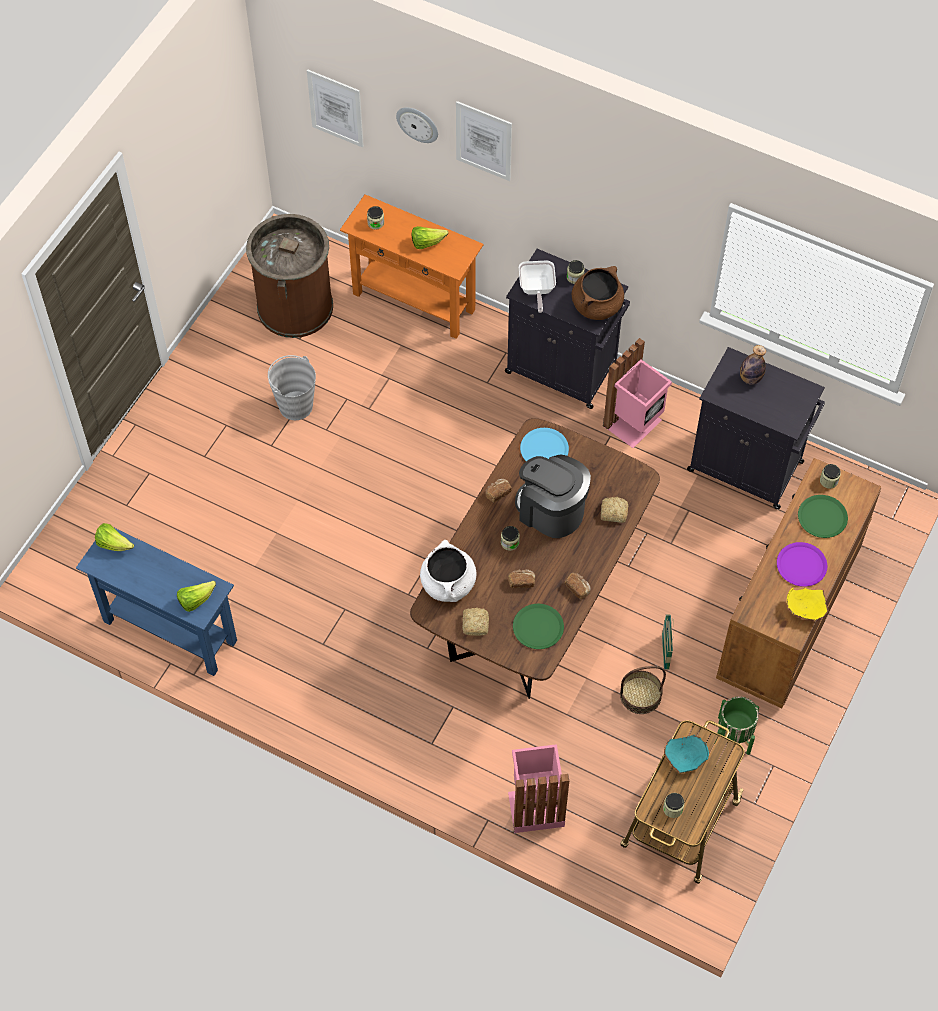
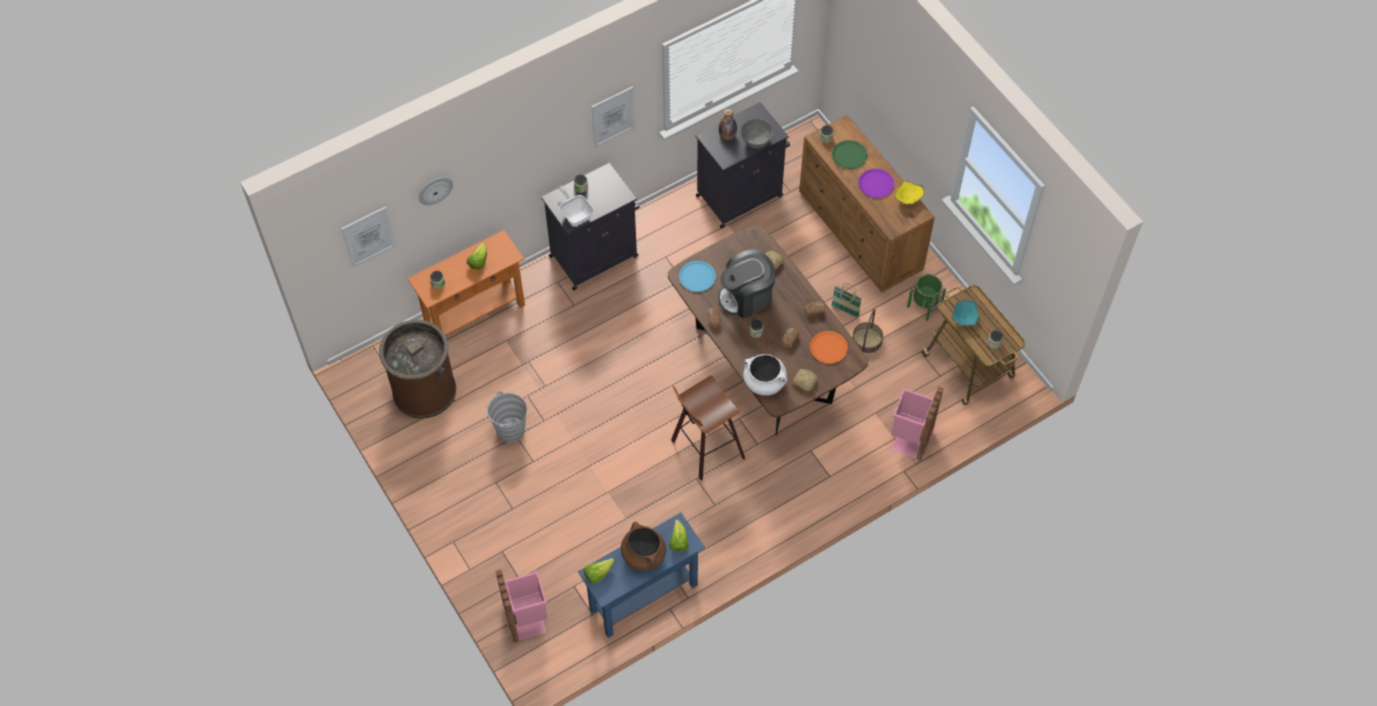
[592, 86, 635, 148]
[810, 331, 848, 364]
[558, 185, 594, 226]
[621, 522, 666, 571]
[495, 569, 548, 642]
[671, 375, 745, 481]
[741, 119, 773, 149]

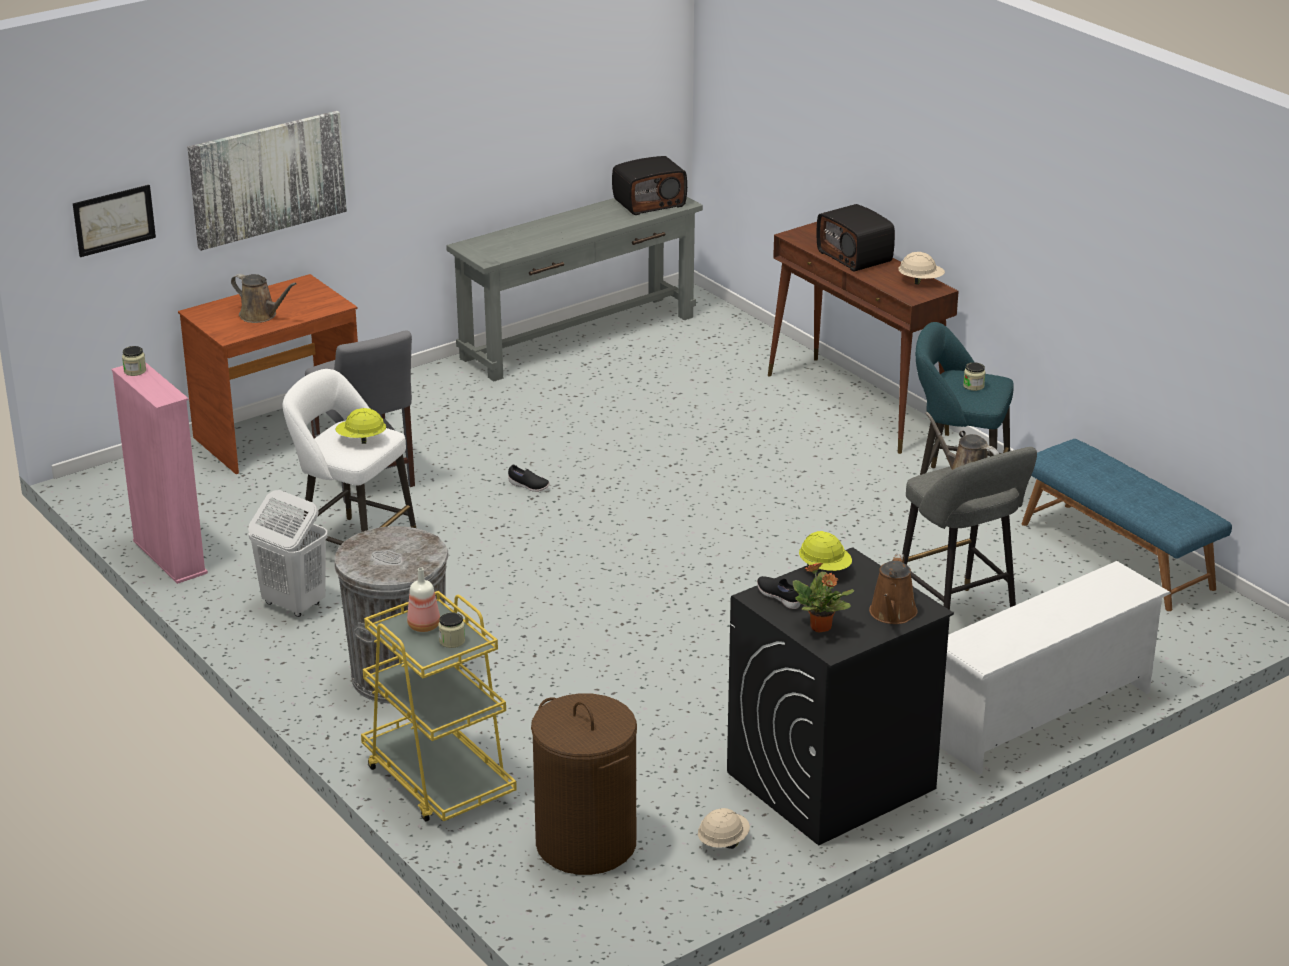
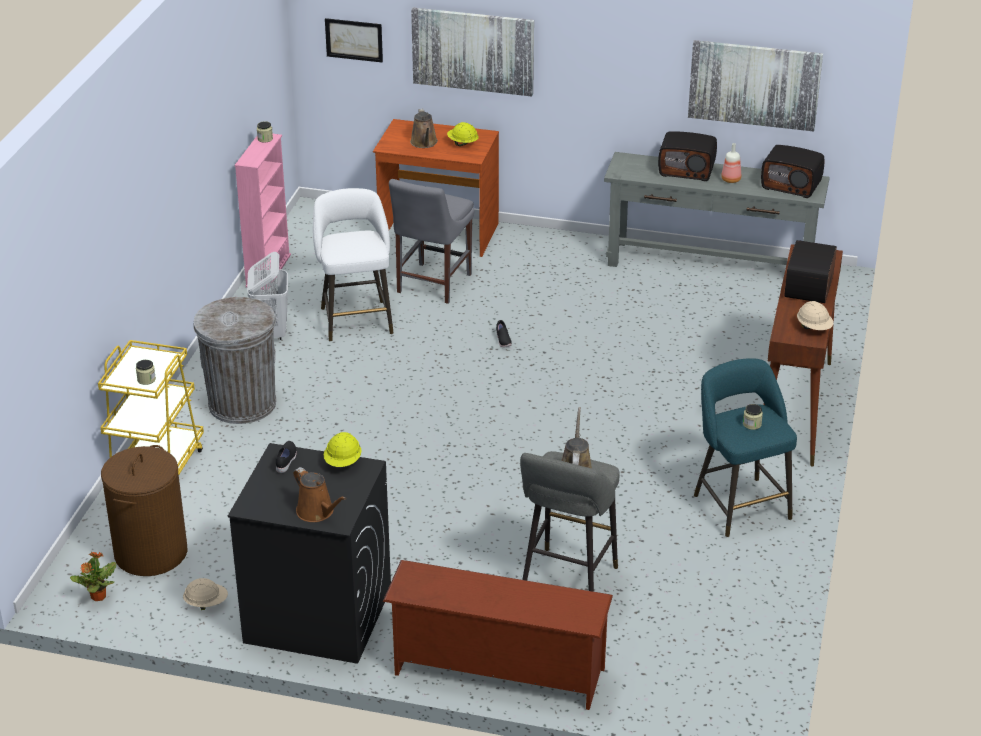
[447, 122, 479, 146]
[721, 143, 741, 183]
[70, 552, 116, 601]
[293, 467, 346, 522]
[383, 560, 613, 710]
[1022, 439, 1232, 611] (first image)
[658, 131, 717, 181]
[688, 40, 823, 132]

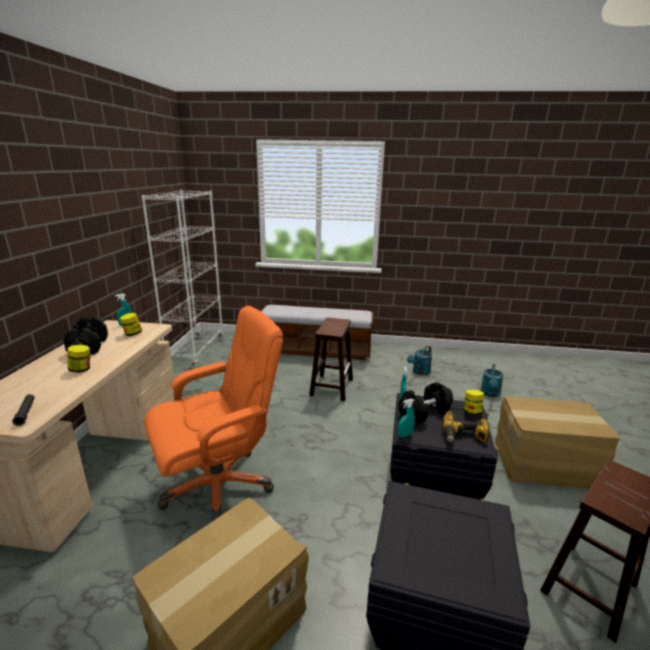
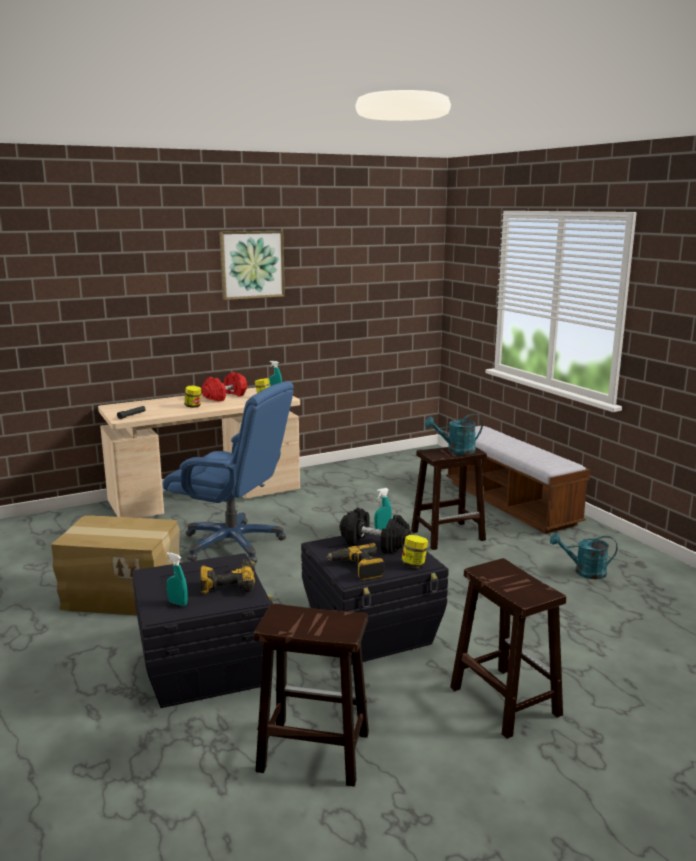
[202, 372, 247, 401]
[141, 190, 224, 368] (first image)
[163, 381, 294, 563]
[167, 552, 188, 606]
[425, 414, 483, 455]
[450, 558, 566, 739]
[200, 559, 255, 594]
[219, 231, 285, 300]

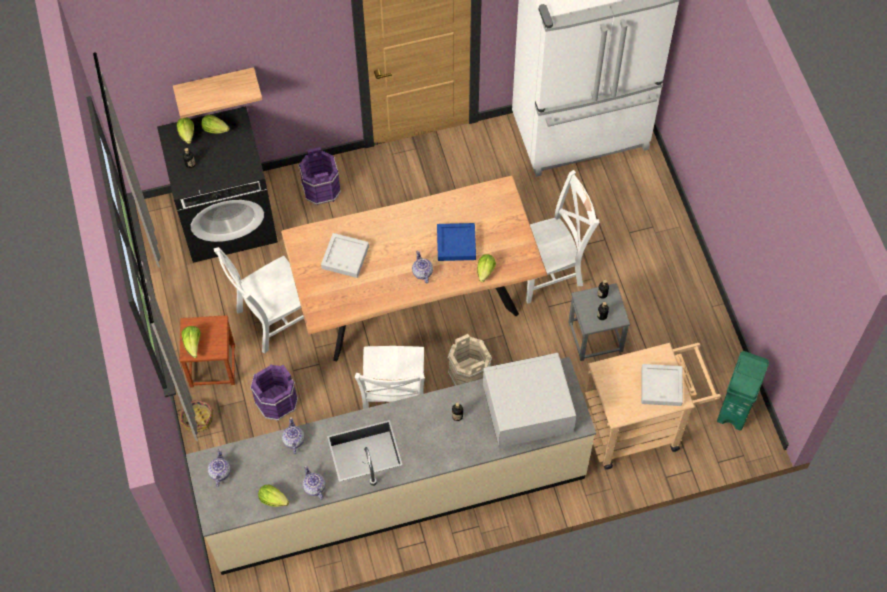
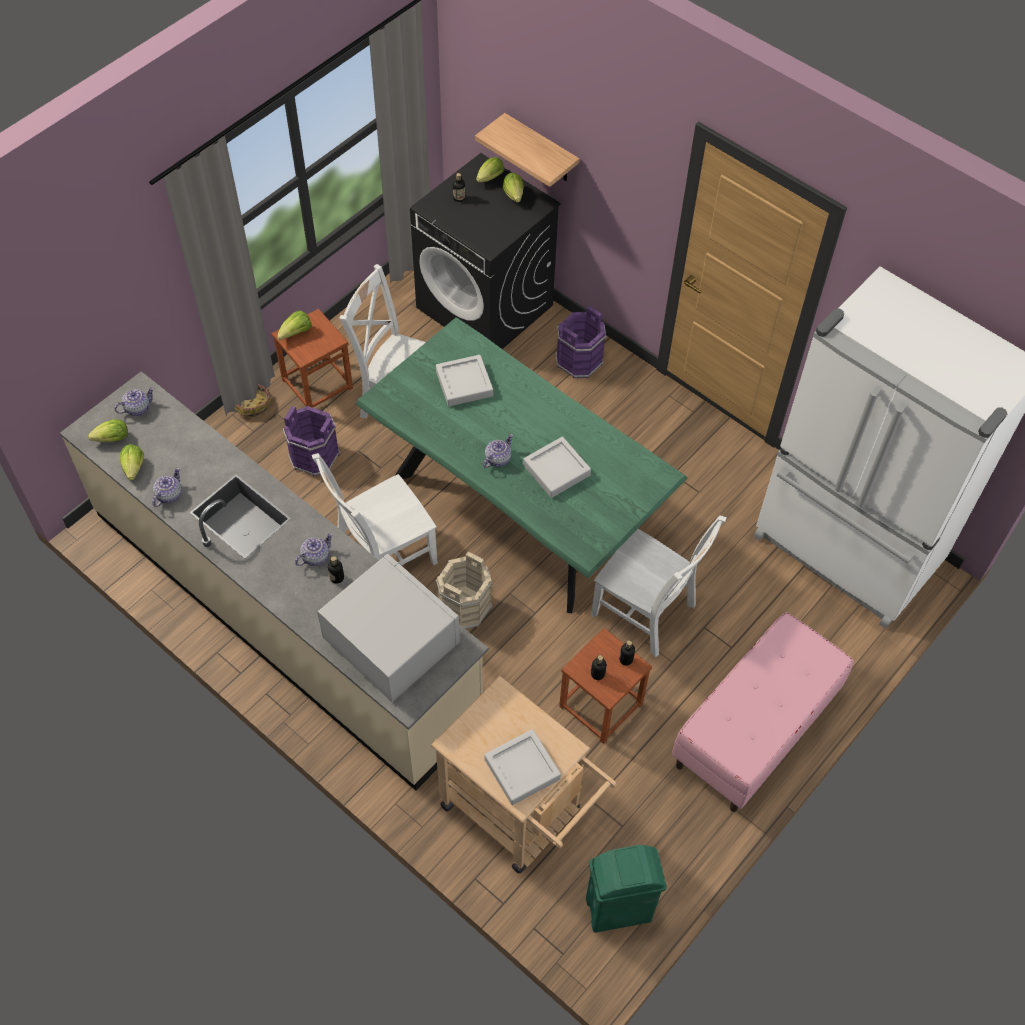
[355, 317, 687, 613]
[295, 533, 333, 566]
[523, 437, 591, 498]
[88, 419, 128, 442]
[559, 628, 652, 744]
[672, 612, 854, 812]

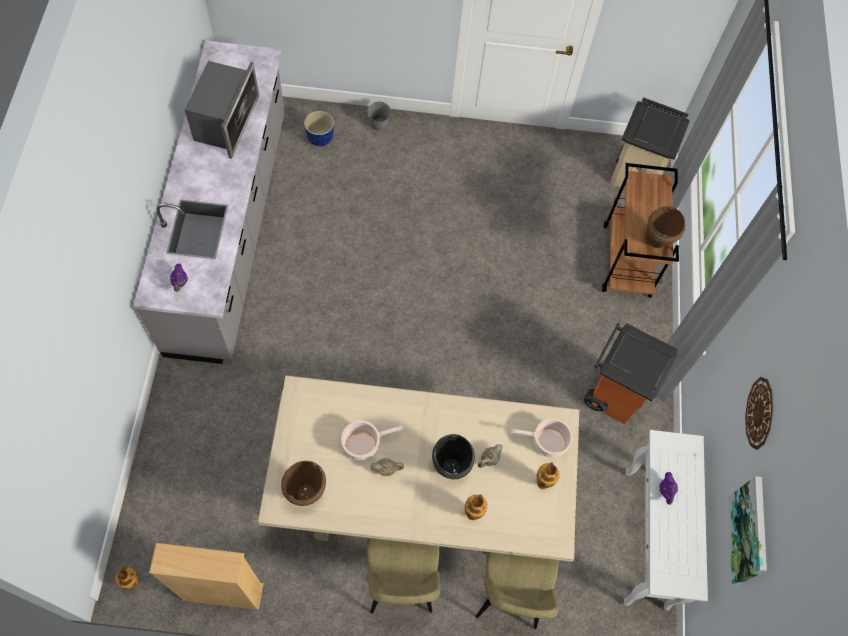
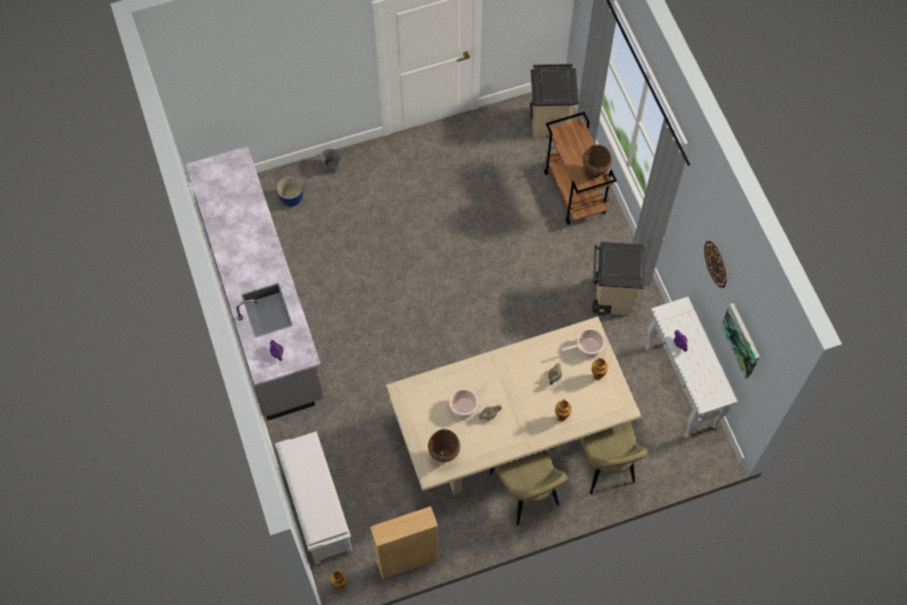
[185, 61, 259, 159] (first image)
[432, 434, 475, 479] (first image)
[592, 242, 646, 315]
[275, 431, 353, 565]

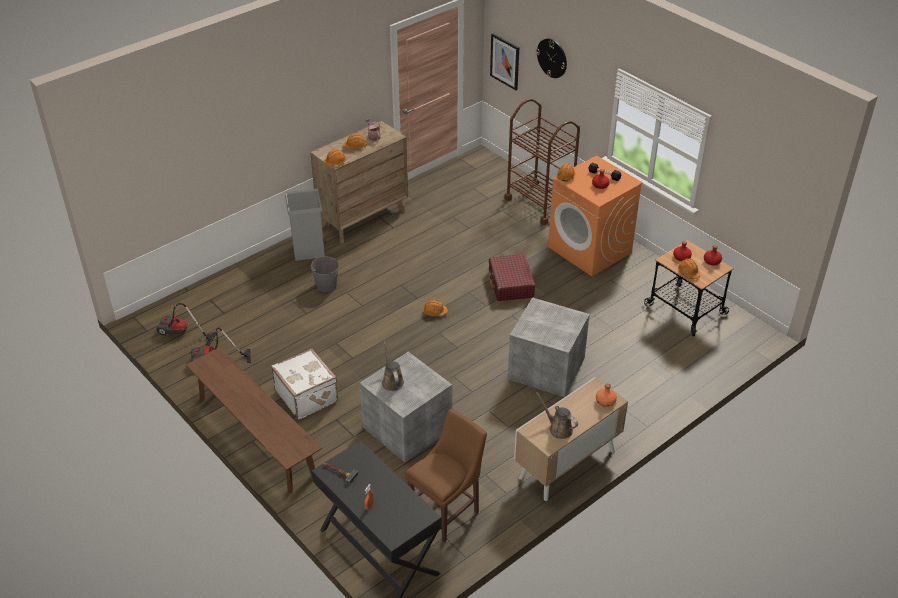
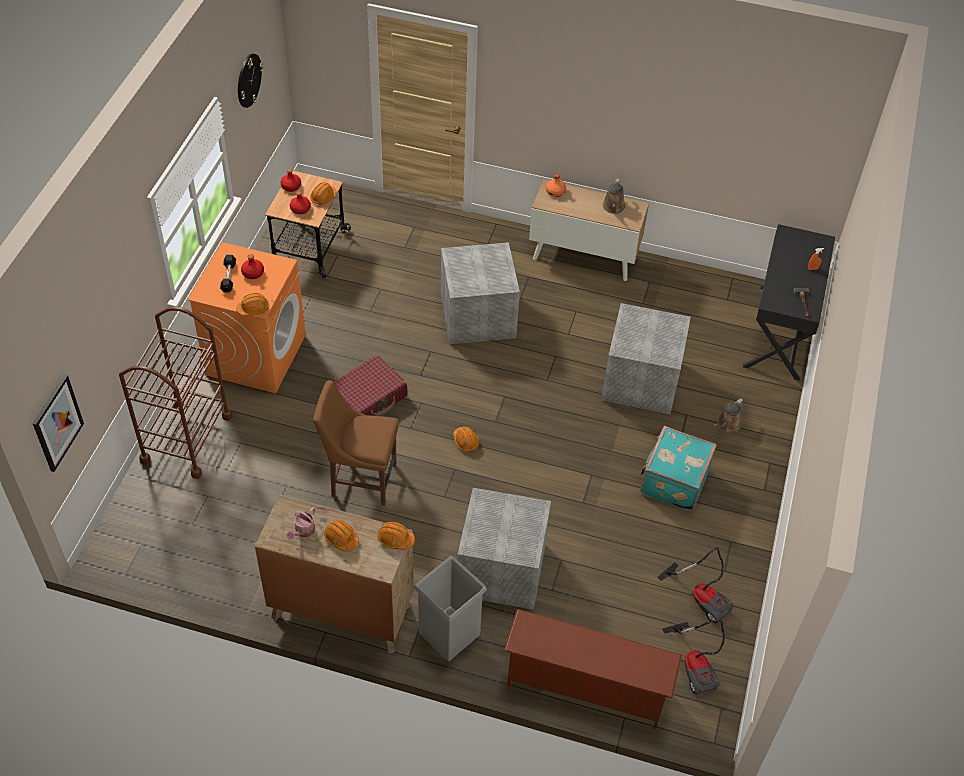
[186, 347, 322, 493] (first image)
[640, 426, 717, 512]
[457, 488, 551, 610]
[714, 398, 744, 433]
[313, 380, 399, 506]
[238, 53, 263, 108]
[504, 609, 682, 729]

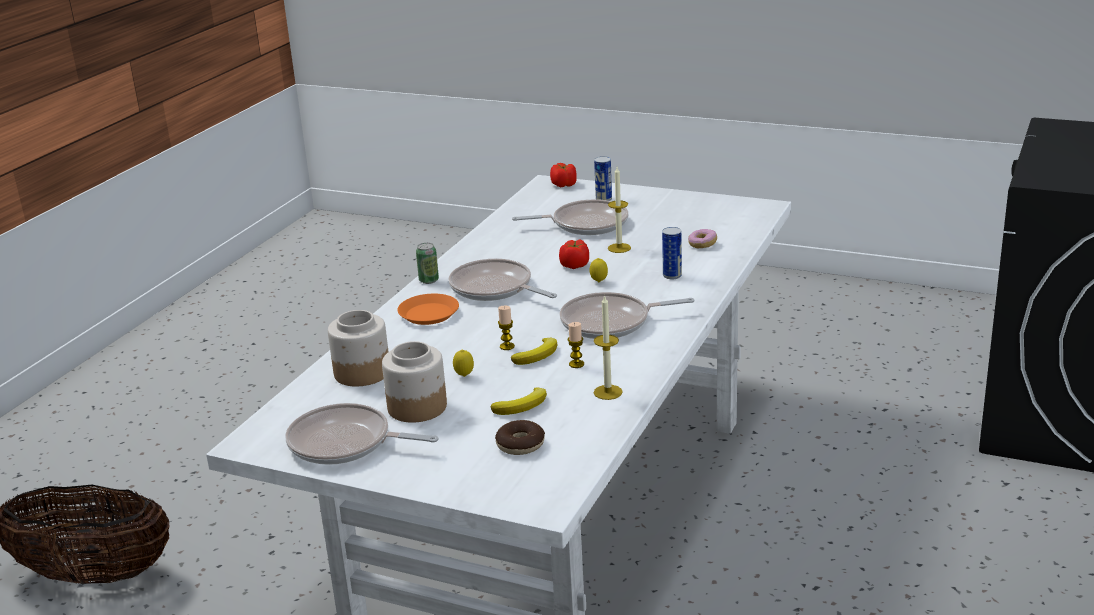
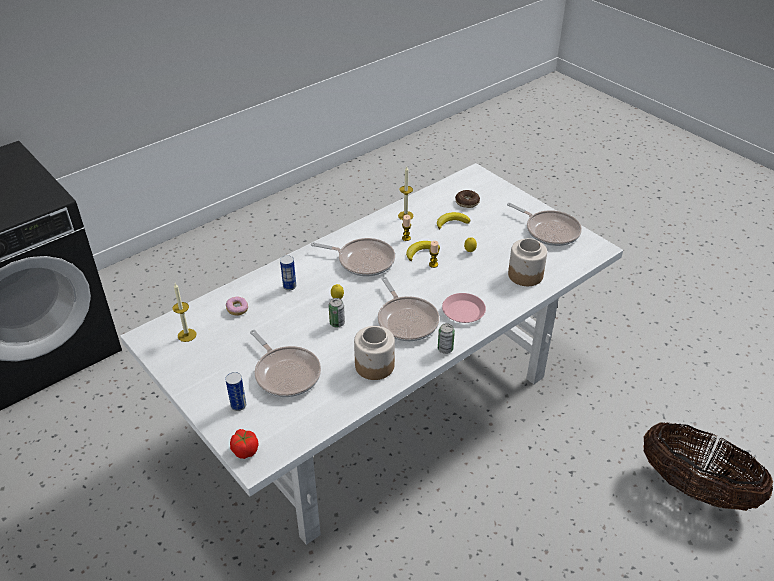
[354, 326, 395, 380]
[442, 293, 486, 323]
[250, 330, 321, 397]
[329, 298, 345, 328]
[173, 283, 196, 342]

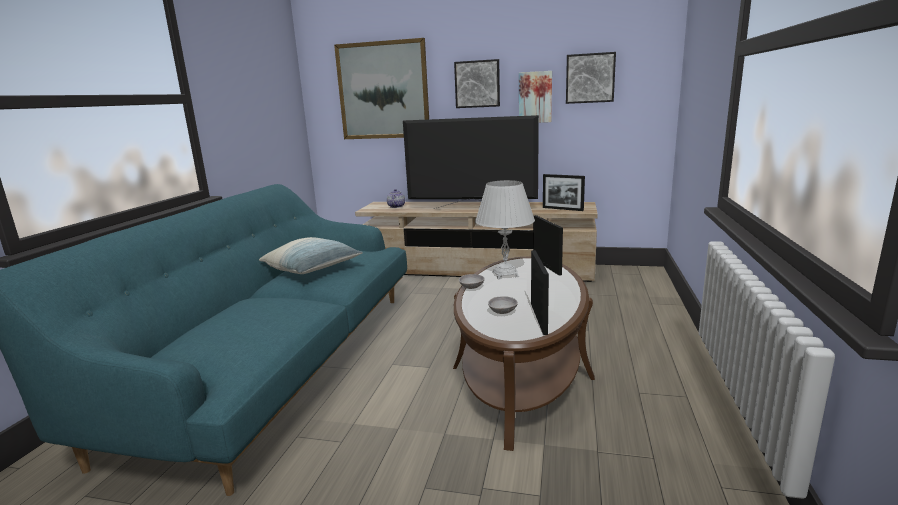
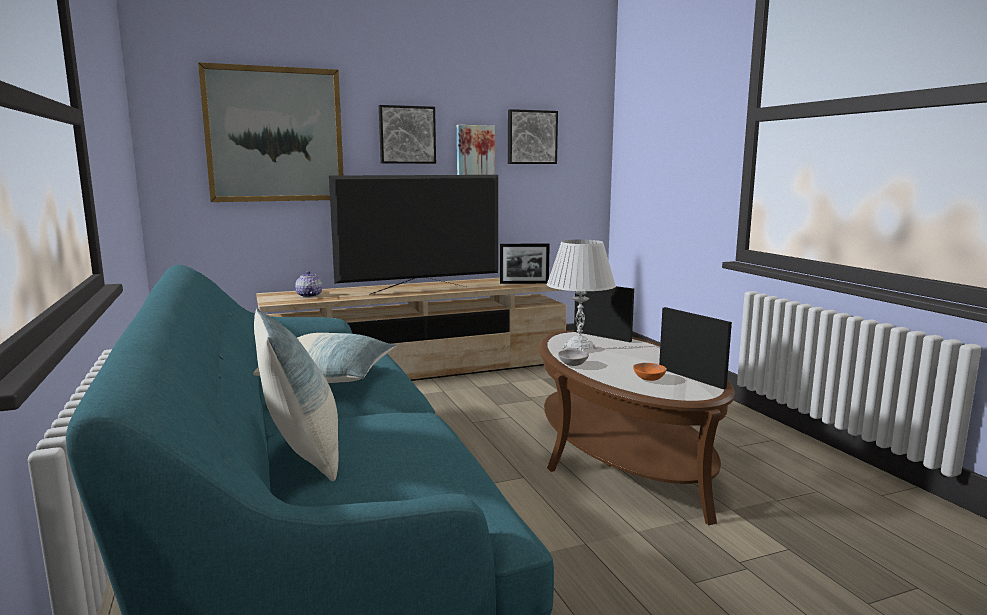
[633, 363, 667, 381]
[254, 308, 339, 481]

